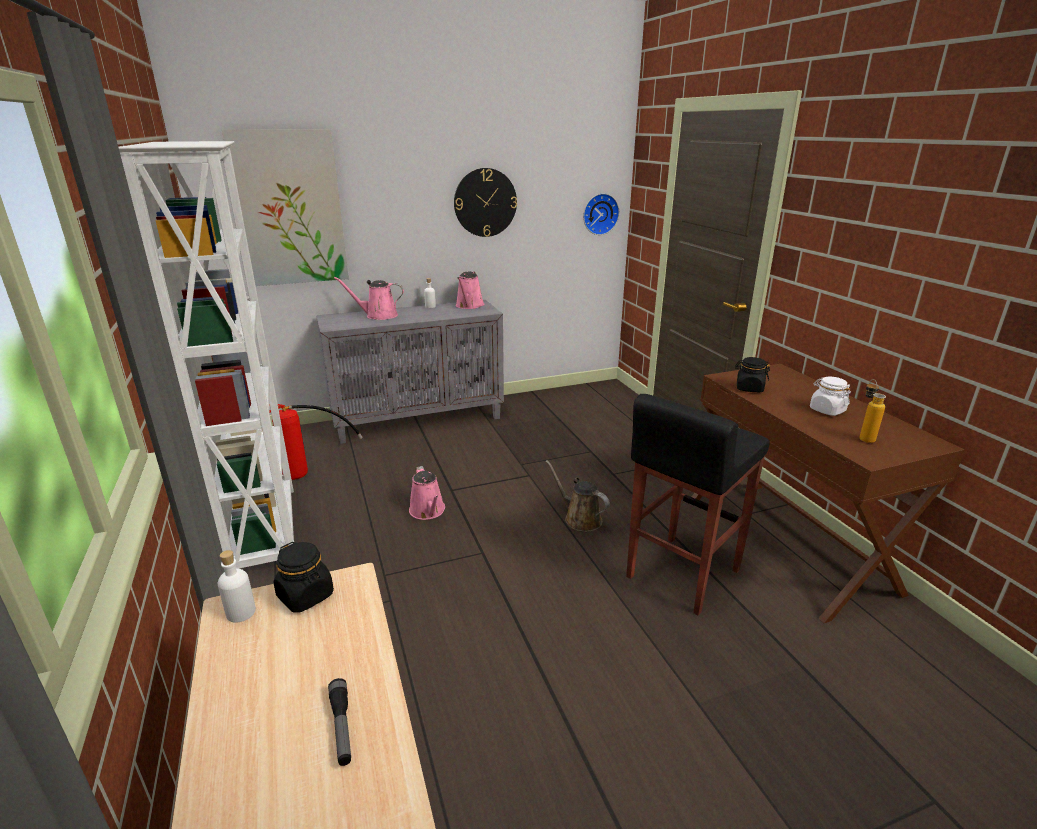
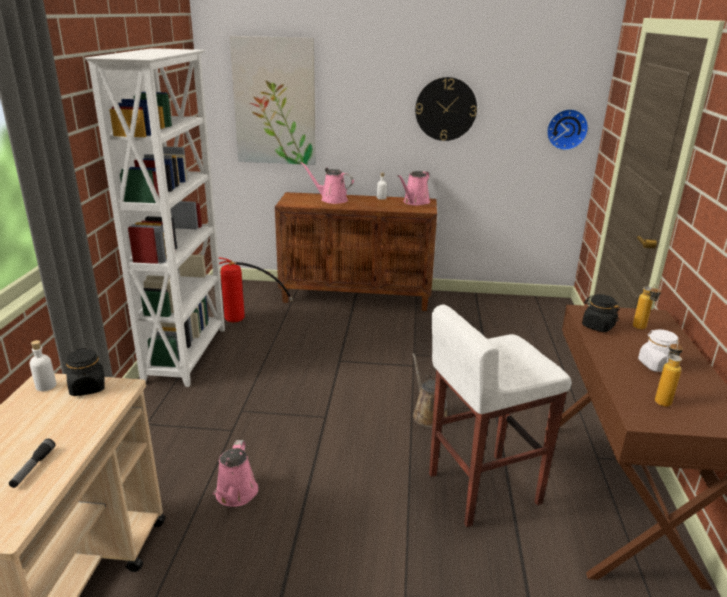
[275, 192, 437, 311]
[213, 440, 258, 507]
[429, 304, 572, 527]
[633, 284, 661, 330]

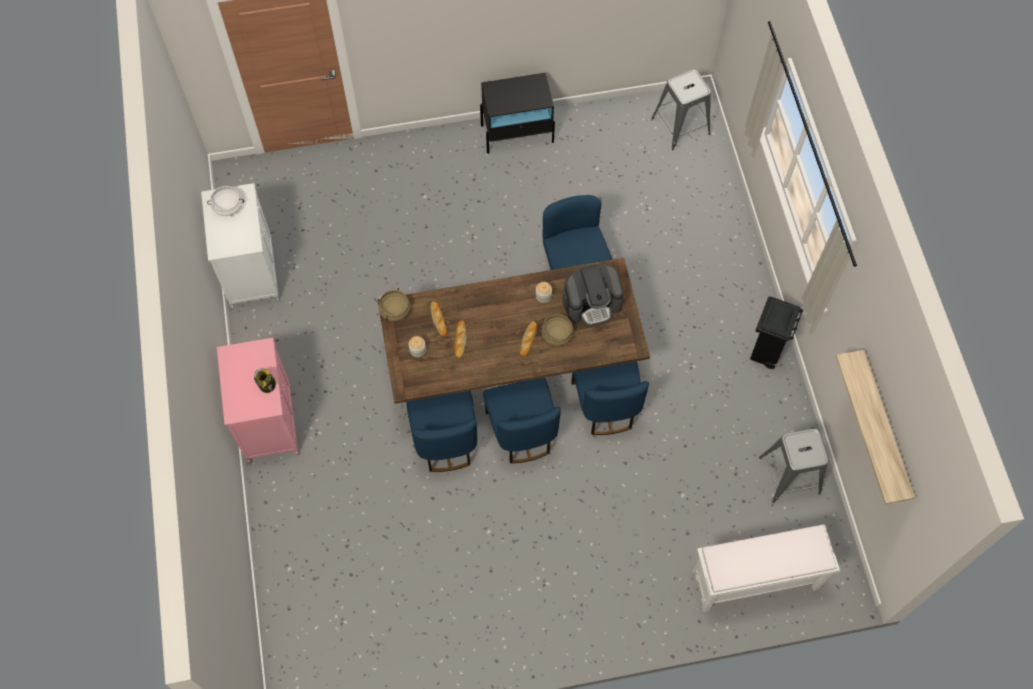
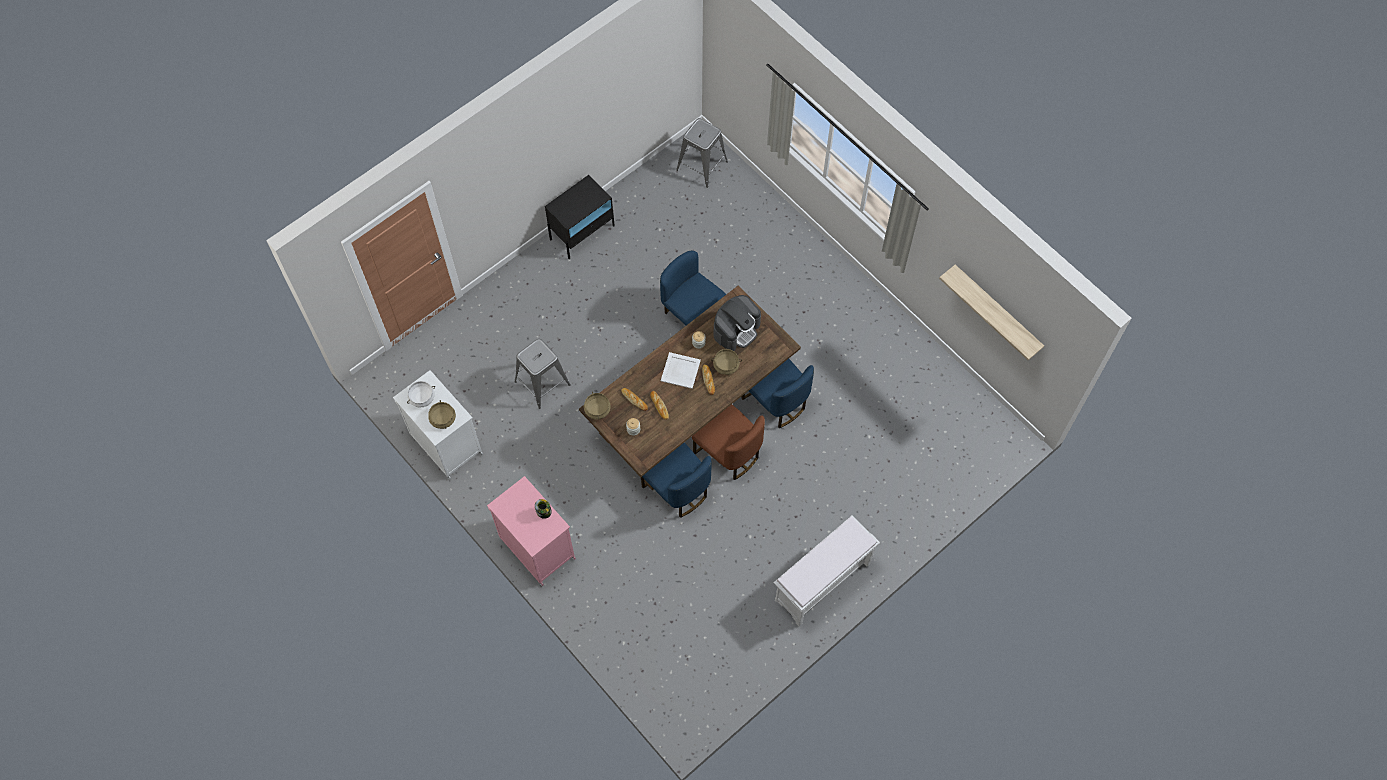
[692, 404, 765, 480]
[774, 515, 880, 626]
[750, 297, 803, 369] (first image)
[514, 339, 571, 409]
[428, 400, 456, 429]
[661, 352, 701, 389]

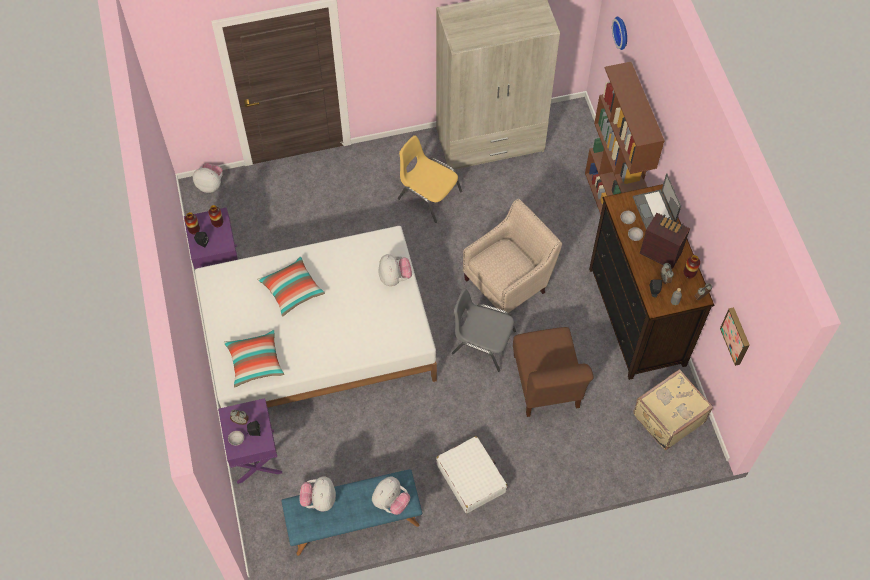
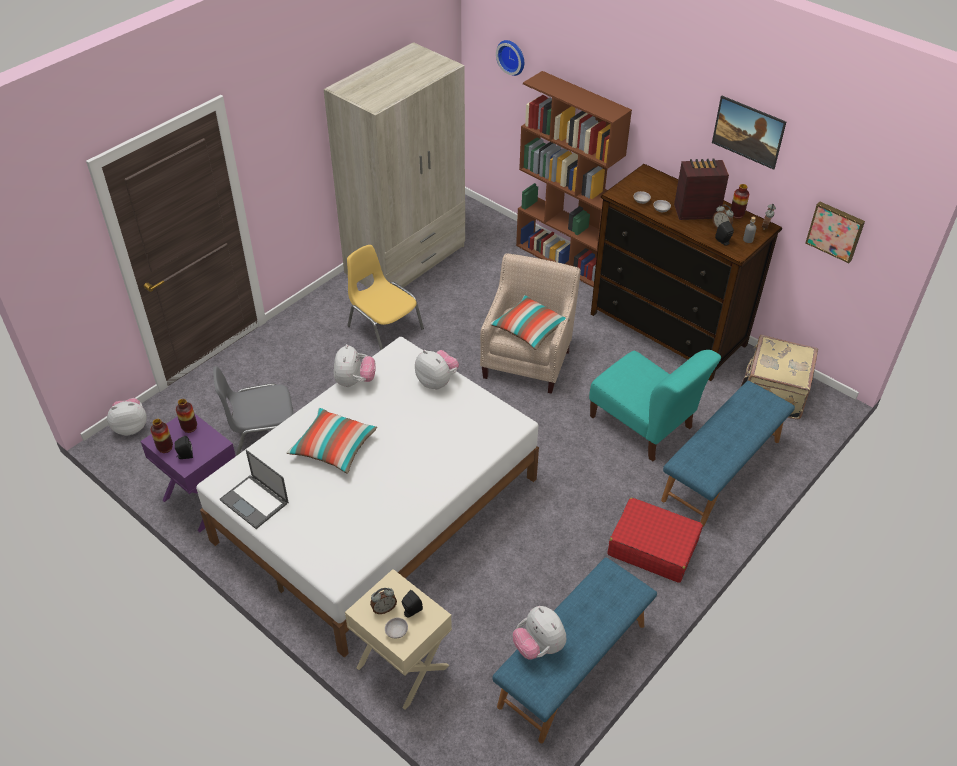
[345, 569, 452, 710]
[491, 295, 570, 350]
[334, 344, 376, 387]
[347, 245, 424, 351]
[607, 498, 703, 583]
[213, 366, 293, 456]
[589, 350, 721, 461]
[220, 450, 289, 529]
[661, 381, 795, 527]
[712, 96, 786, 170]

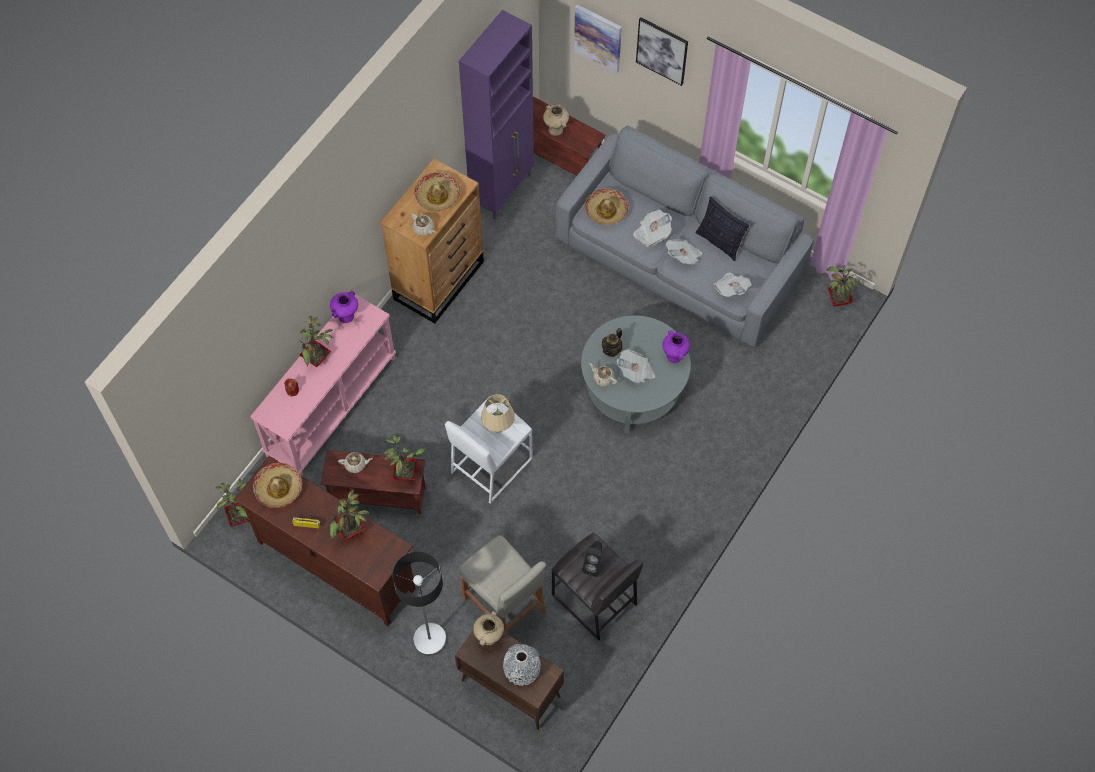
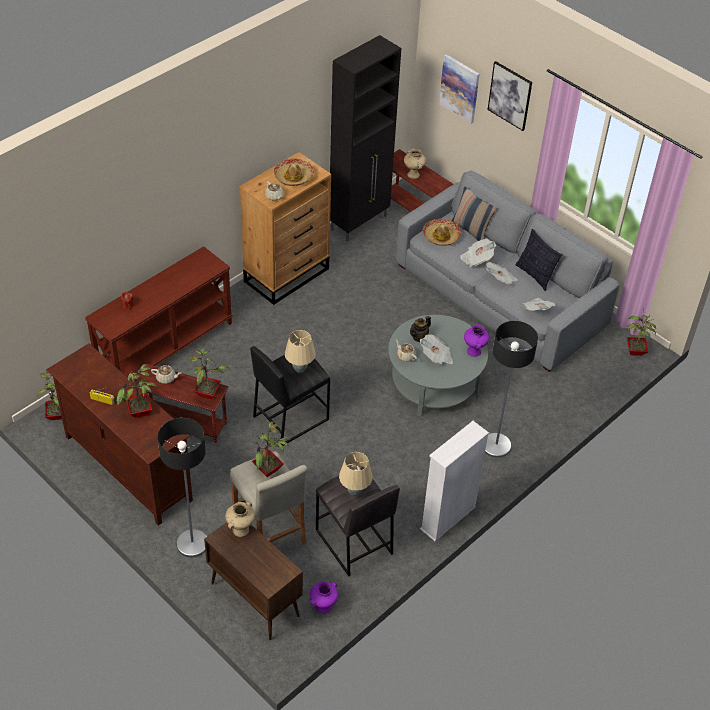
[85, 246, 233, 381]
[253, 462, 302, 508] (first image)
[251, 421, 291, 477]
[310, 581, 338, 614]
[250, 346, 330, 446]
[330, 35, 401, 242]
[503, 644, 541, 686] (first image)
[339, 452, 373, 496]
[420, 421, 489, 541]
[452, 187, 496, 241]
[485, 321, 538, 458]

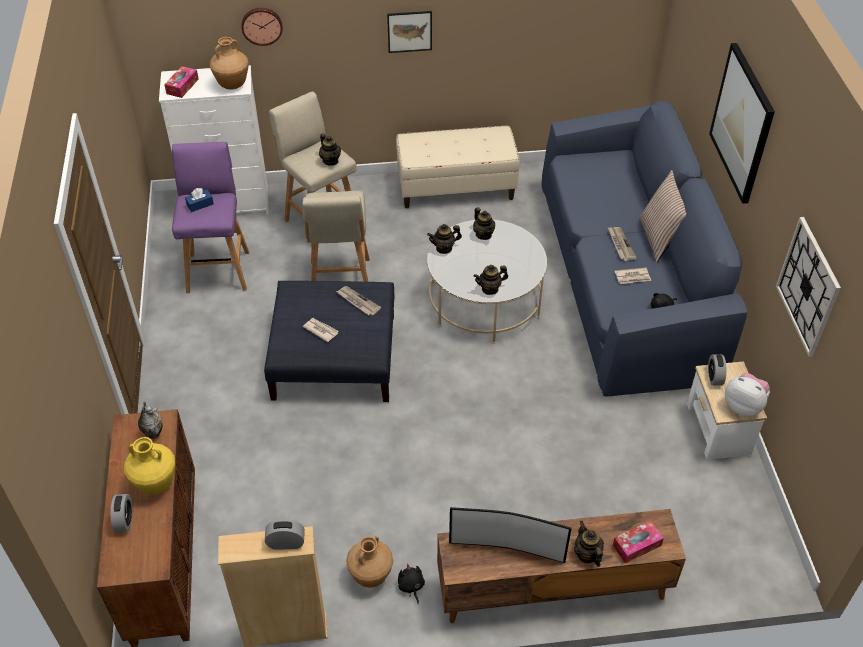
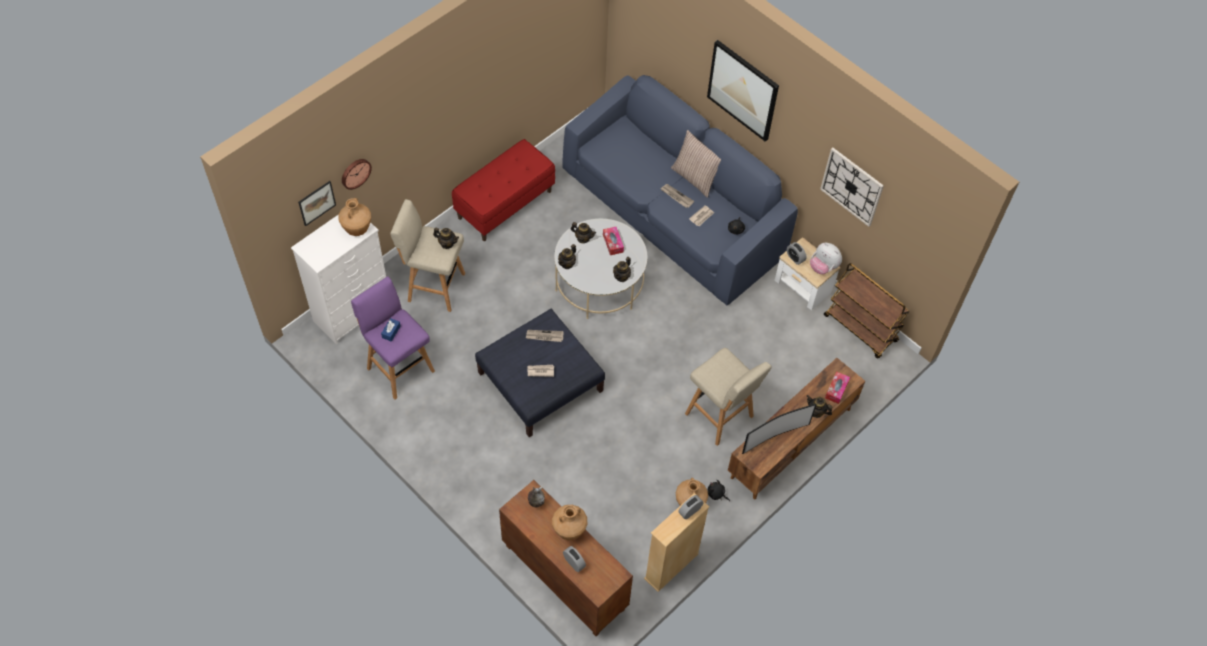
[552, 505, 587, 540]
[603, 227, 624, 255]
[685, 348, 772, 446]
[298, 181, 336, 226]
[452, 139, 555, 241]
[810, 243, 842, 274]
[824, 263, 909, 358]

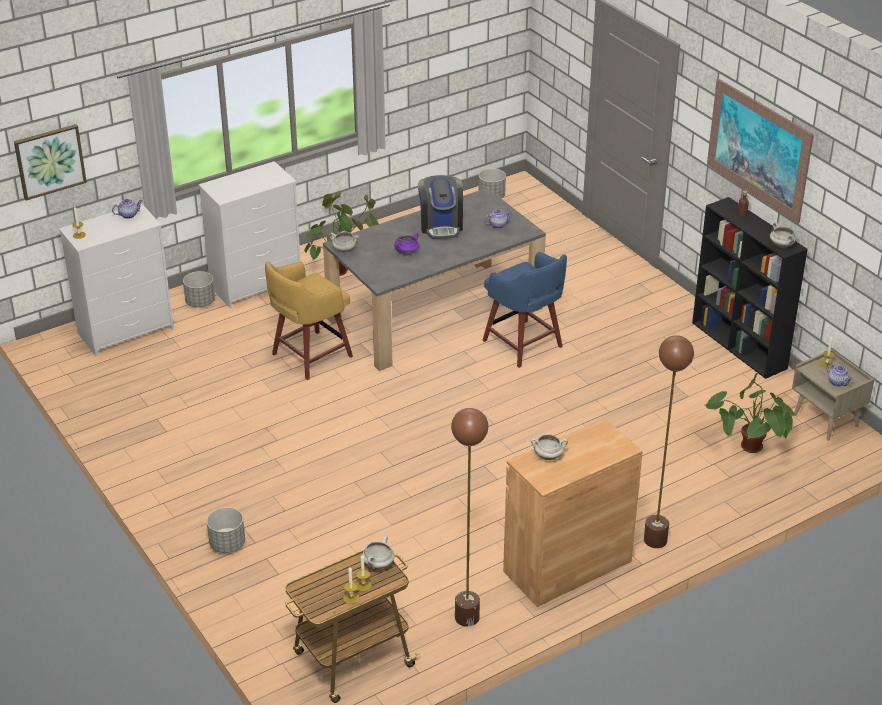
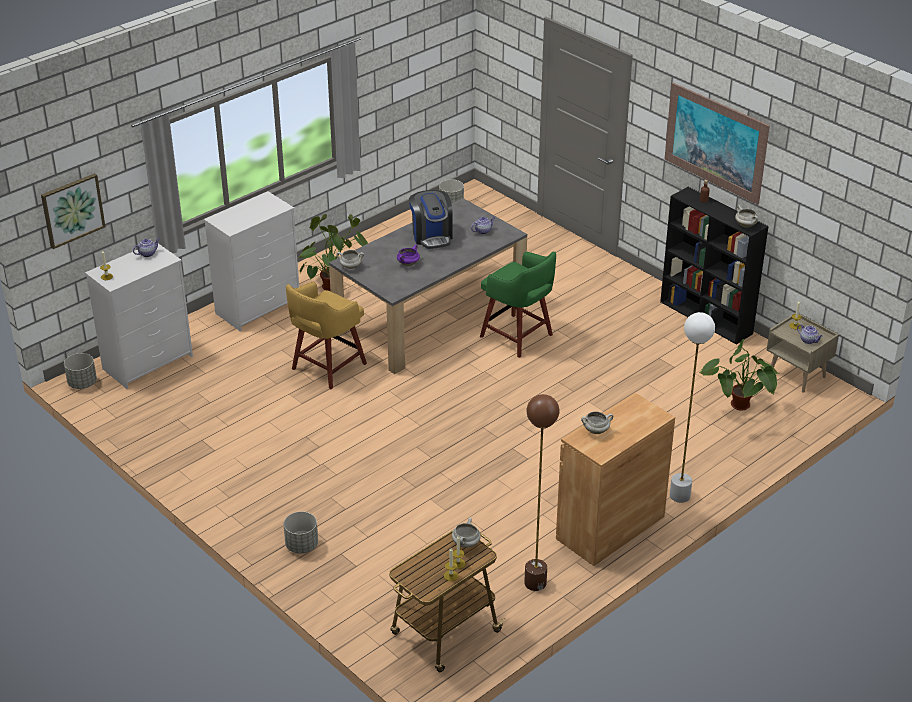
[64, 353, 97, 389]
[480, 252, 556, 358]
[670, 312, 715, 503]

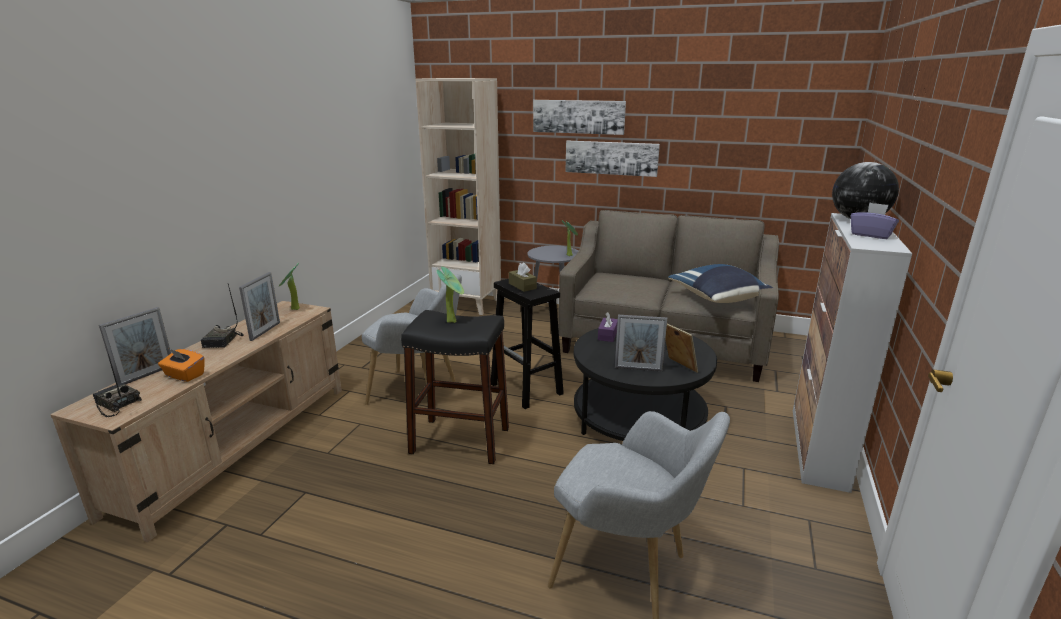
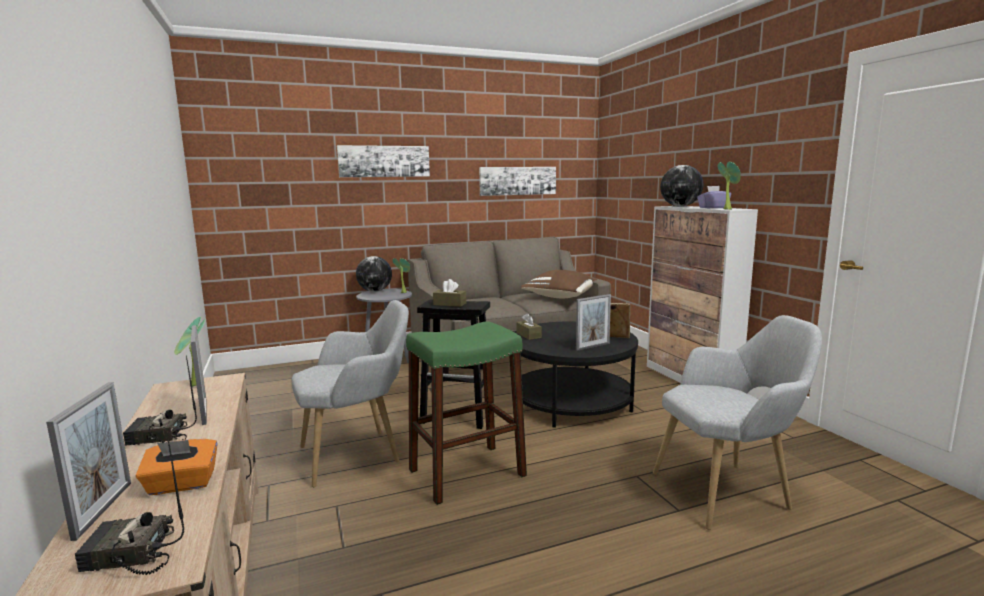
[123, 356, 197, 446]
[406, 321, 527, 505]
[416, 78, 501, 315] (first image)
[718, 162, 741, 210]
[479, 167, 556, 196]
[516, 313, 542, 340]
[521, 270, 597, 298]
[356, 256, 392, 292]

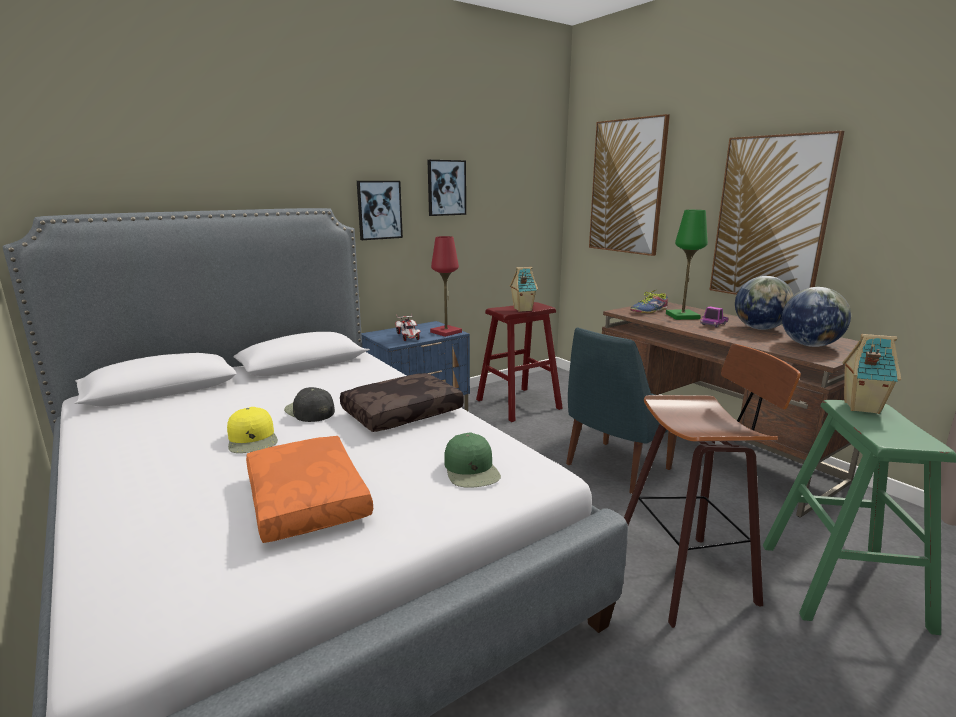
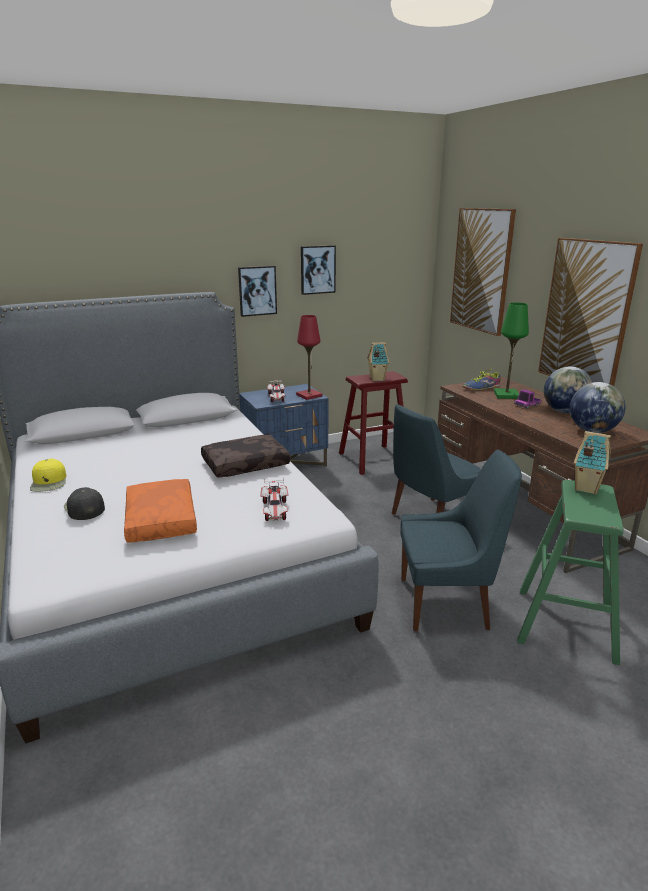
[30, 459, 66, 492]
[64, 487, 105, 520]
[261, 478, 288, 521]
[400, 449, 522, 631]

